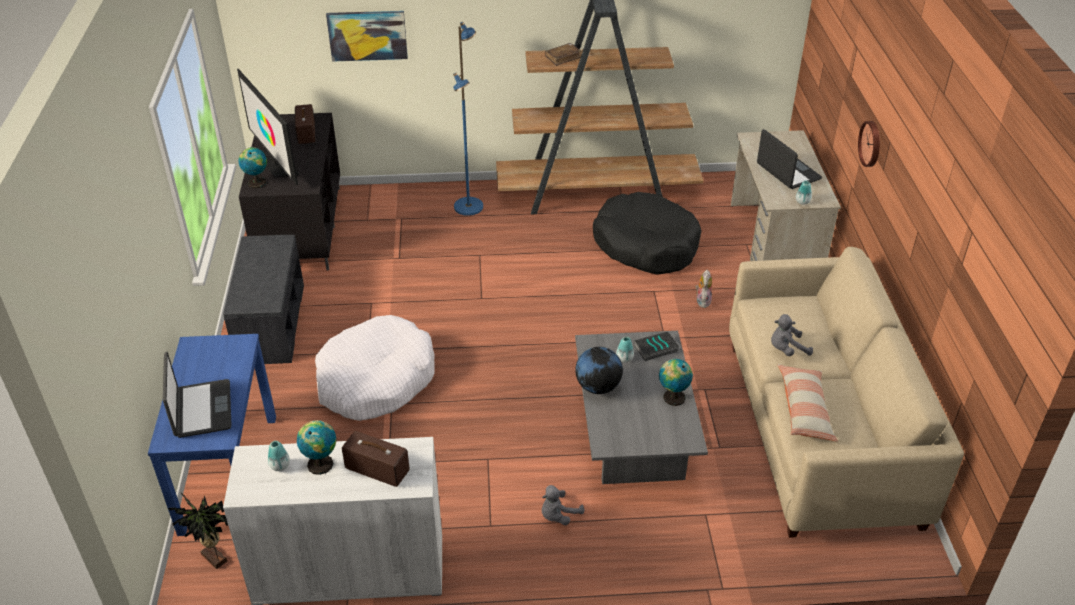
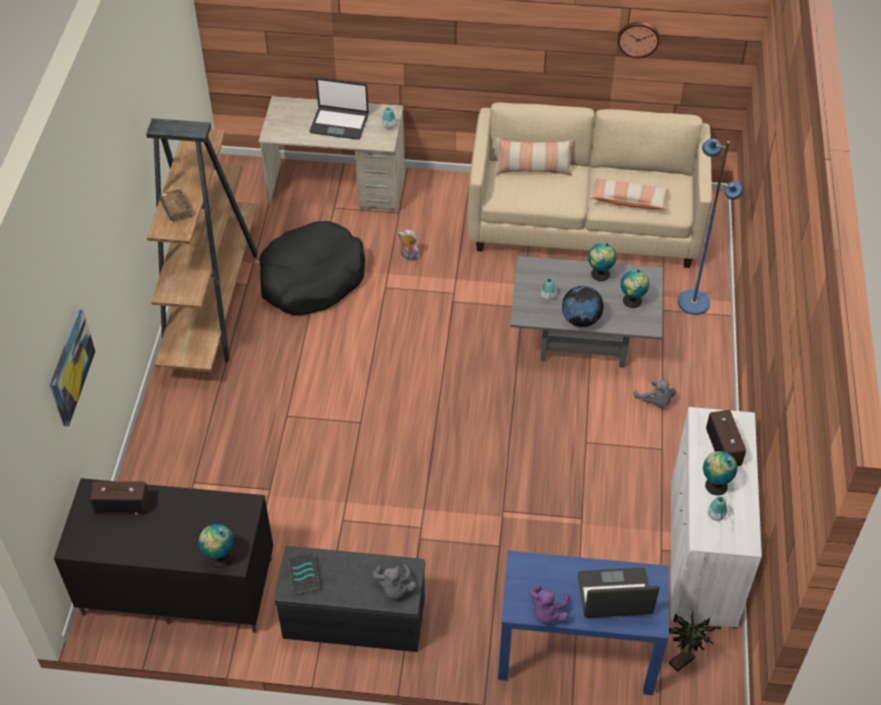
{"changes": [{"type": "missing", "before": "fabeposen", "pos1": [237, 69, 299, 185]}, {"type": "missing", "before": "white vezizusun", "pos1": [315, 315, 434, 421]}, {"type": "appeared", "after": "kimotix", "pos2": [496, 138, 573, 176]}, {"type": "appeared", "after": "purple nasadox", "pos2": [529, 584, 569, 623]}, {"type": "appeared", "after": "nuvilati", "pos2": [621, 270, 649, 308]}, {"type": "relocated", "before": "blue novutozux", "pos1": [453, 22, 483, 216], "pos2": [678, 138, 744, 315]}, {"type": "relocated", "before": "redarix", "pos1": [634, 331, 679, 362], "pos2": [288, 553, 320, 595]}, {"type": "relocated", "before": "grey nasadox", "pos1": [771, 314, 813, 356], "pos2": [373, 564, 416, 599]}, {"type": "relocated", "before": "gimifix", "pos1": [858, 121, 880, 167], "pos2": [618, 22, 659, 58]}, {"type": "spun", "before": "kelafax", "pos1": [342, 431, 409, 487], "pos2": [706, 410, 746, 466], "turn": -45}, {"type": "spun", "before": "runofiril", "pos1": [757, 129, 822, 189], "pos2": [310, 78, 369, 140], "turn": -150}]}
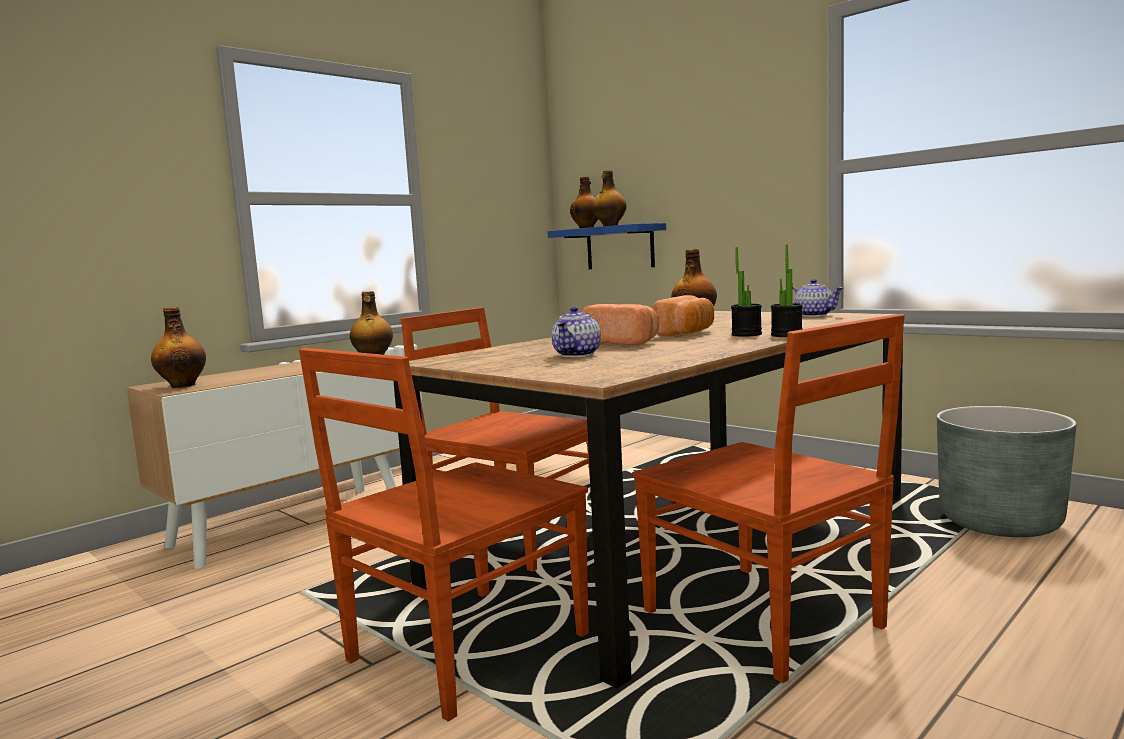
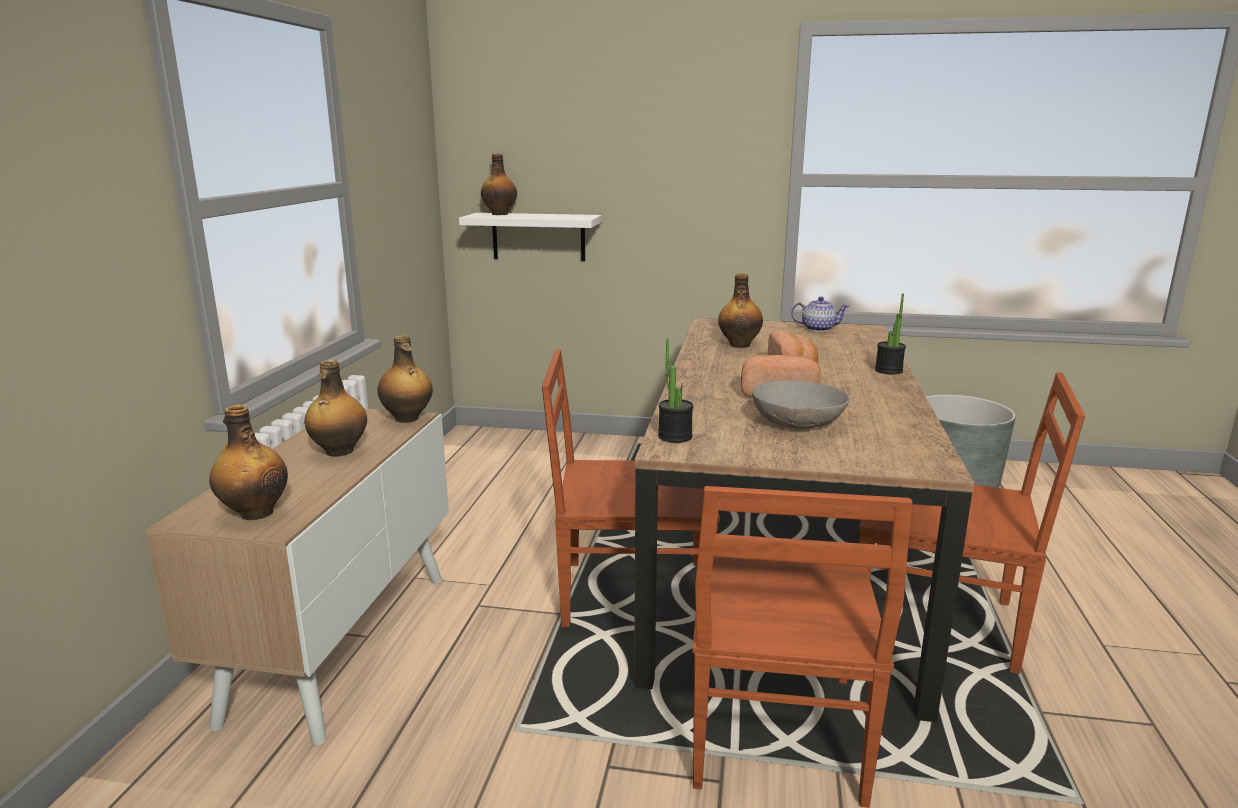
{"changes": [{"type": "relocated", "before": "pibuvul", "pos1": [593, 170, 626, 226], "pos2": [304, 360, 367, 457]}, {"type": "relocated", "before": "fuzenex", "pos1": [731, 247, 762, 337], "pos2": [658, 339, 693, 443]}, {"type": "exchanged", "before": "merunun", "after": "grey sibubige", "pos1": [552, 306, 601, 357], "pos2": [752, 381, 850, 429]}, {"type": "colour", "before": "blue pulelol", "after": "white pulelol", "pos1": [547, 223, 666, 269], "pos2": [459, 213, 602, 261]}]}
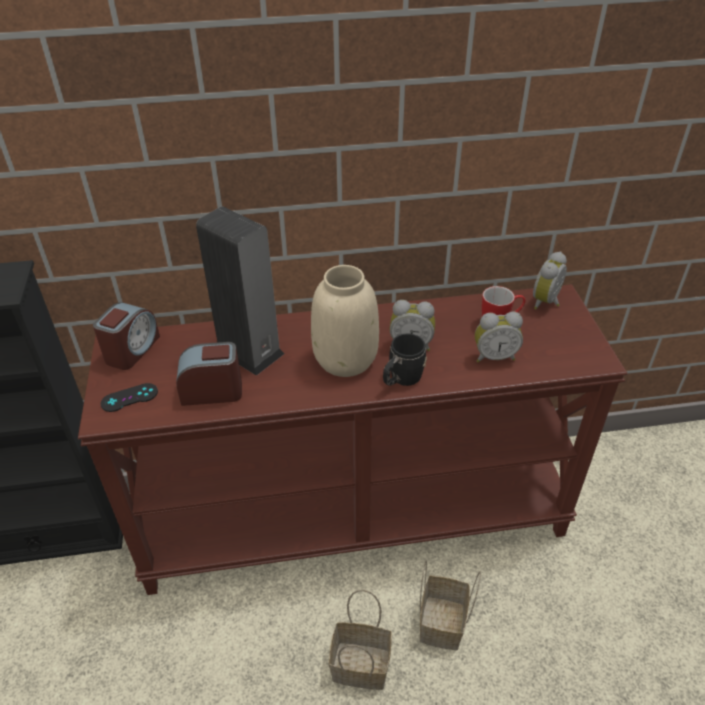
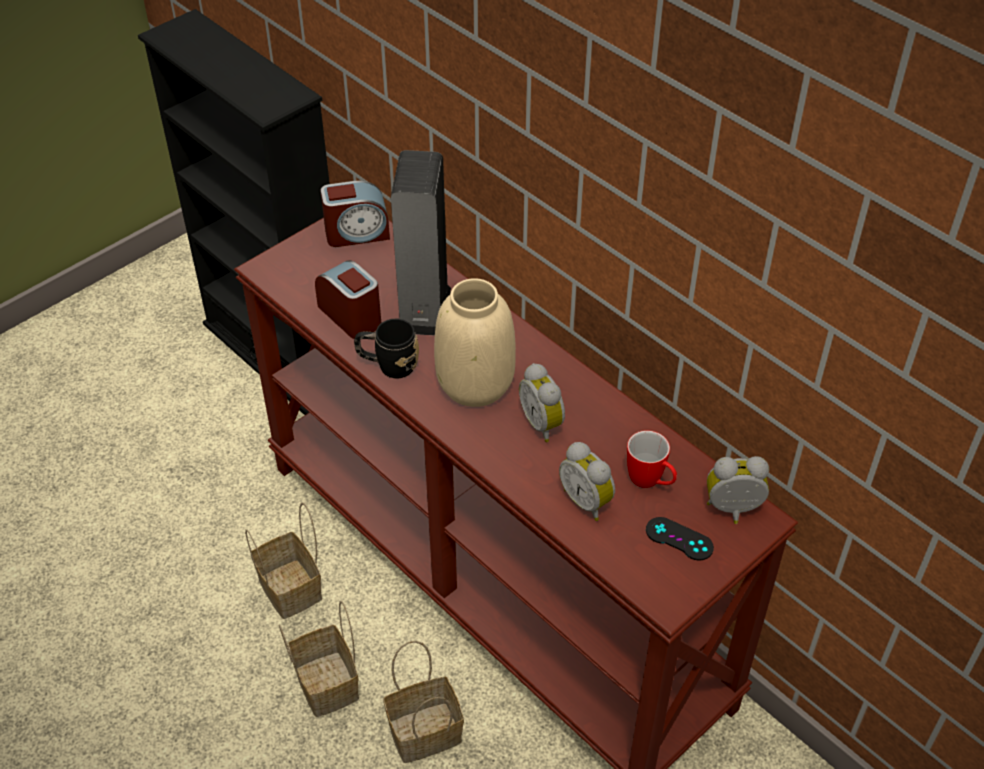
{"changes": [{"type": "appeared", "after": "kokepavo", "pos2": [245, 503, 322, 619]}, {"type": "relocated", "before": "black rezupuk", "pos1": [101, 383, 158, 412], "pos2": [646, 517, 714, 561]}, {"type": "relocated", "before": "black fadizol", "pos1": [383, 333, 427, 386], "pos2": [354, 318, 419, 379]}]}
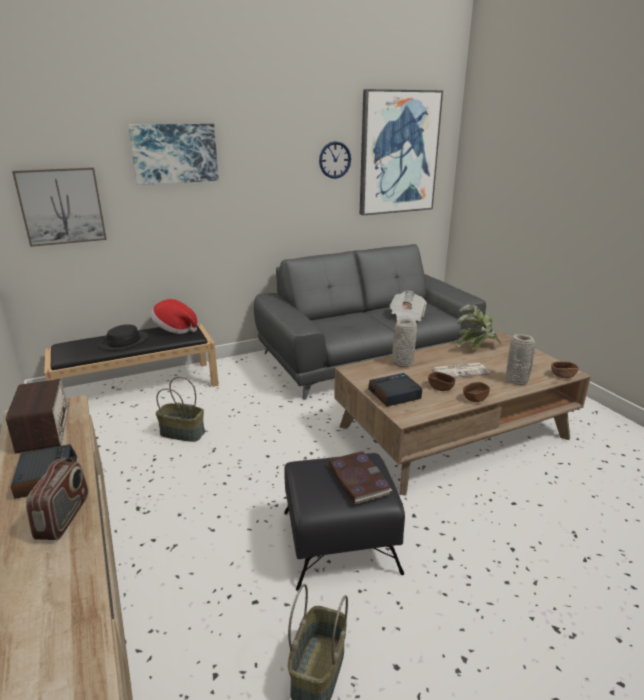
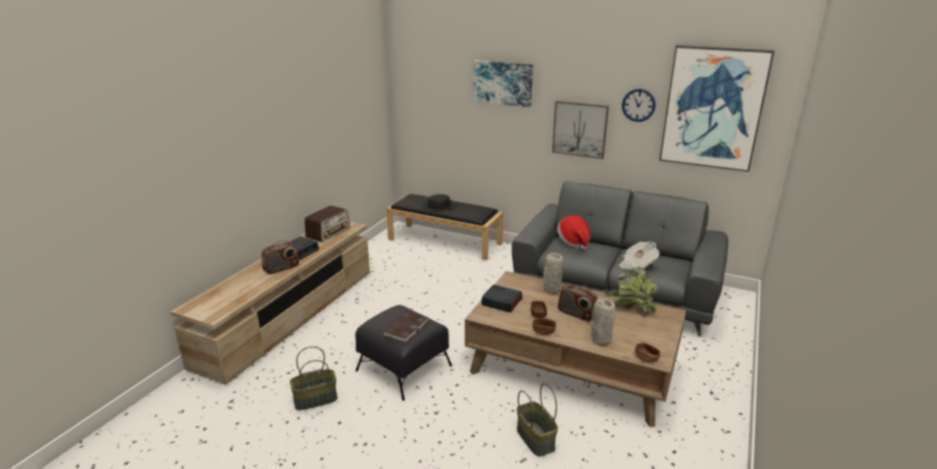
{"changes": [{"type": "relocated", "before": "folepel", "pos1": [12, 167, 107, 247], "pos2": [552, 101, 609, 159]}, {"type": "relocated", "before": "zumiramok", "pos1": [151, 299, 197, 334], "pos2": [557, 216, 590, 250]}, {"type": "relocated", "before": "kokepavo", "pos1": [156, 377, 205, 442], "pos2": [517, 383, 558, 456]}, {"type": "exchanged", "before": "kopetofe", "after": "kelafax", "pos1": [432, 363, 490, 378], "pos2": [558, 284, 598, 322]}]}
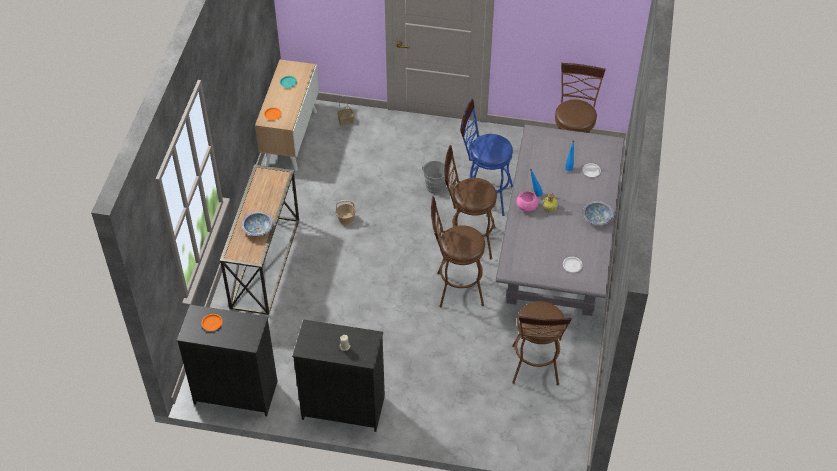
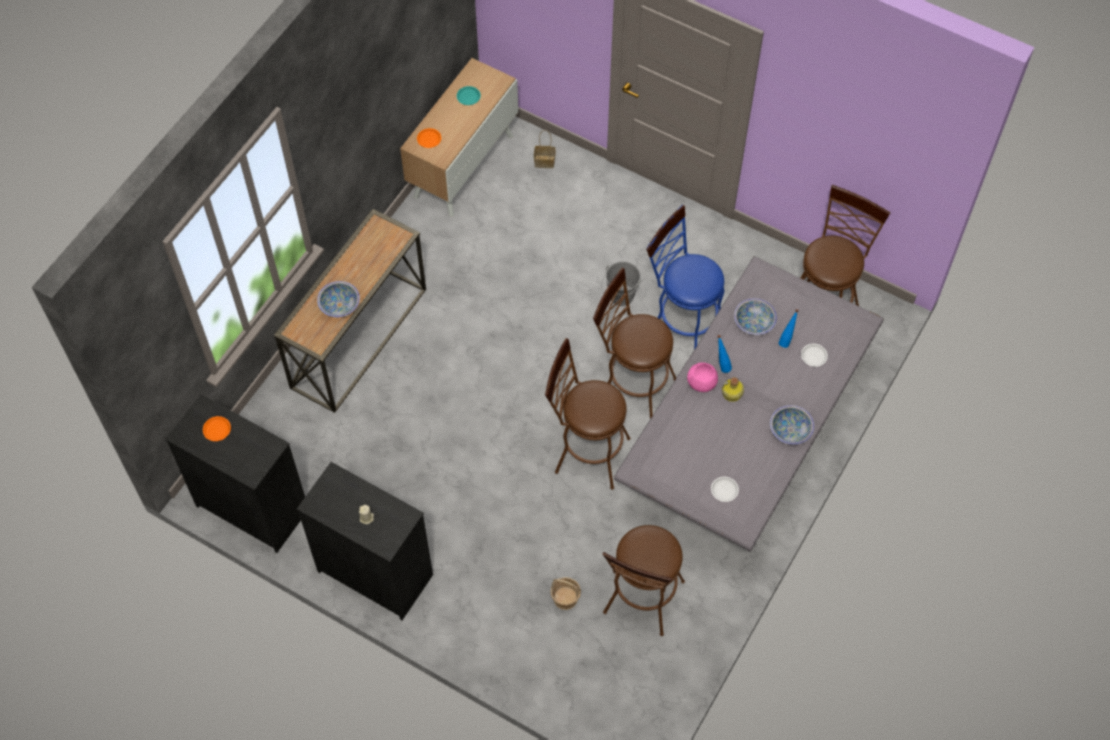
{"changes": [{"type": "appeared", "after": "sibubige", "pos2": [734, 298, 777, 335]}, {"type": "relocated", "before": "kokepavo", "pos1": [336, 200, 356, 226], "pos2": [550, 577, 581, 610]}]}
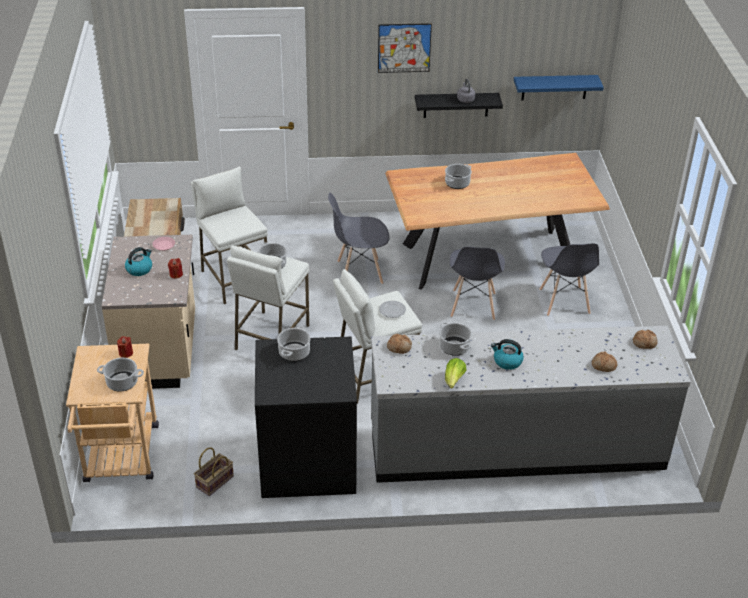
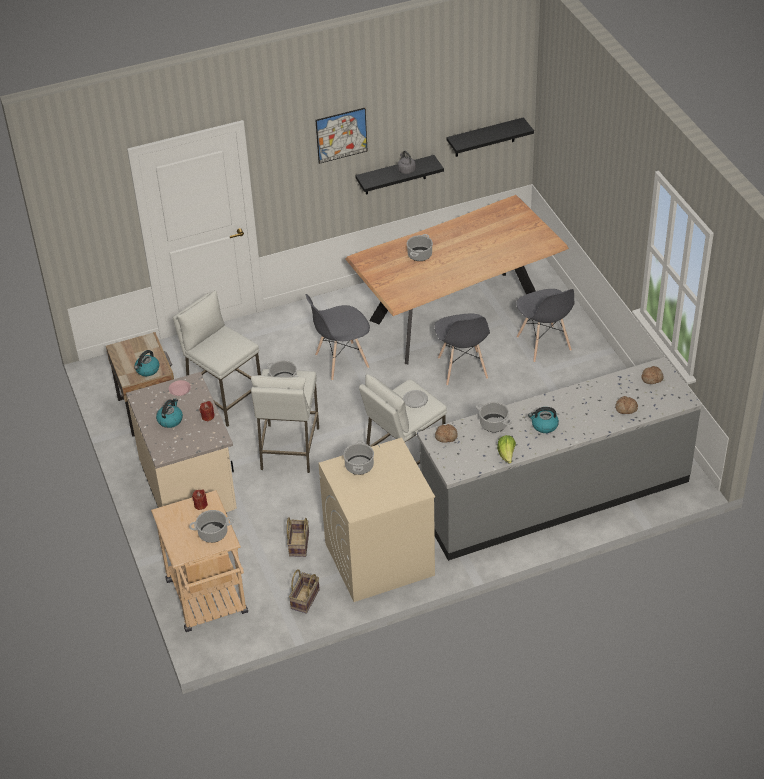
{"changes": [{"type": "appeared", "after": "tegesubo", "pos2": [134, 350, 159, 376]}, {"type": "appeared", "after": "kokepavo", "pos2": [287, 517, 309, 557]}, {"type": "colour", "before": "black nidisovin", "after": "beige nidisovin", "pos1": [255, 336, 357, 498], "pos2": [318, 437, 435, 602]}, {"type": "colour", "before": "blue pulelol", "after": "black pulelol", "pos1": [514, 75, 604, 101], "pos2": [447, 117, 534, 157]}]}
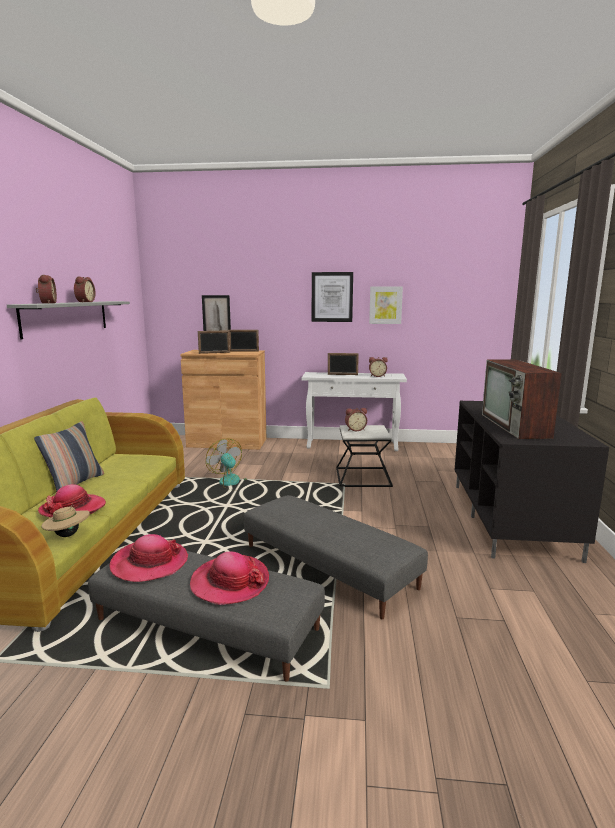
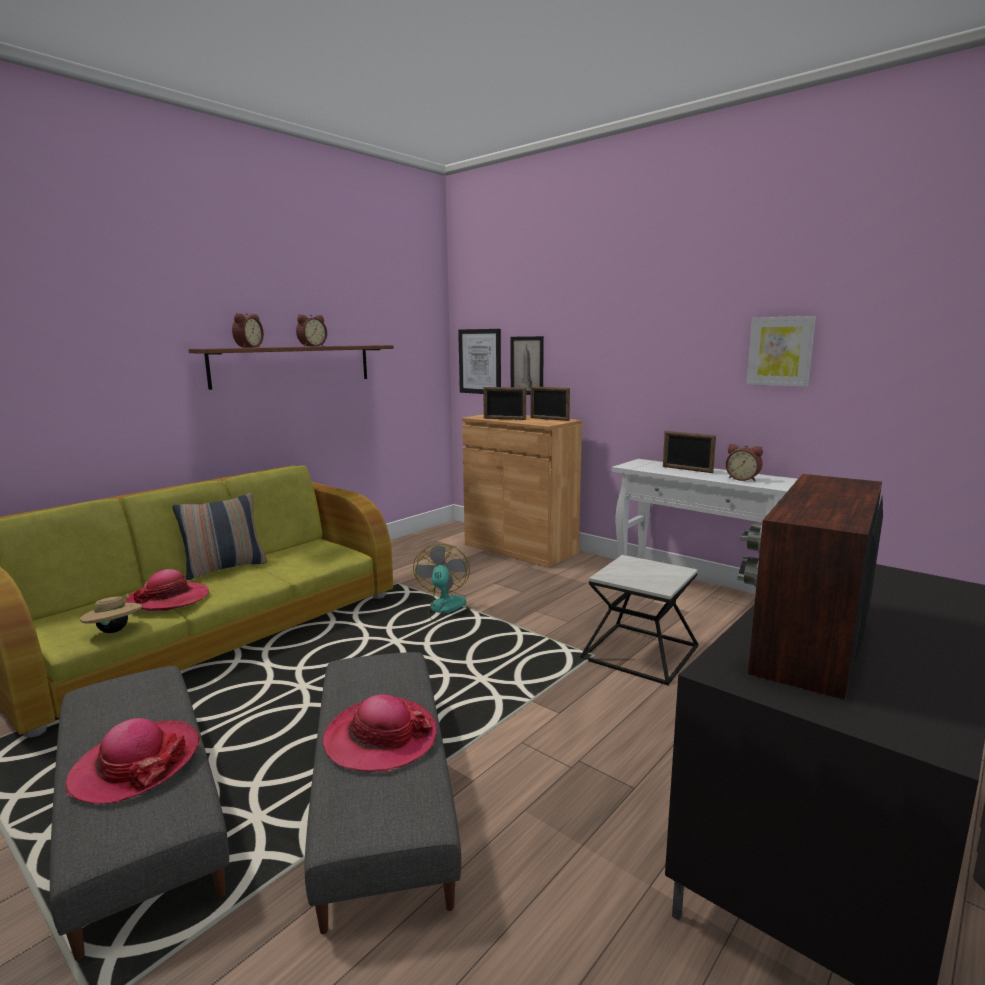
{"changes": [{"type": "missing", "before": "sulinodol", "pos1": [345, 408, 367, 431]}, {"type": "relocated", "before": "zumiramok", "pos1": [110, 534, 188, 582], "pos2": [322, 694, 437, 773]}, {"type": "relocated", "before": "folepel", "pos1": [312, 272, 353, 322], "pos2": [458, 329, 501, 394]}, {"type": "colour", "before": "grey pulelol", "after": "brown pulelol", "pos1": [7, 301, 130, 339], "pos2": [189, 345, 394, 390]}]}
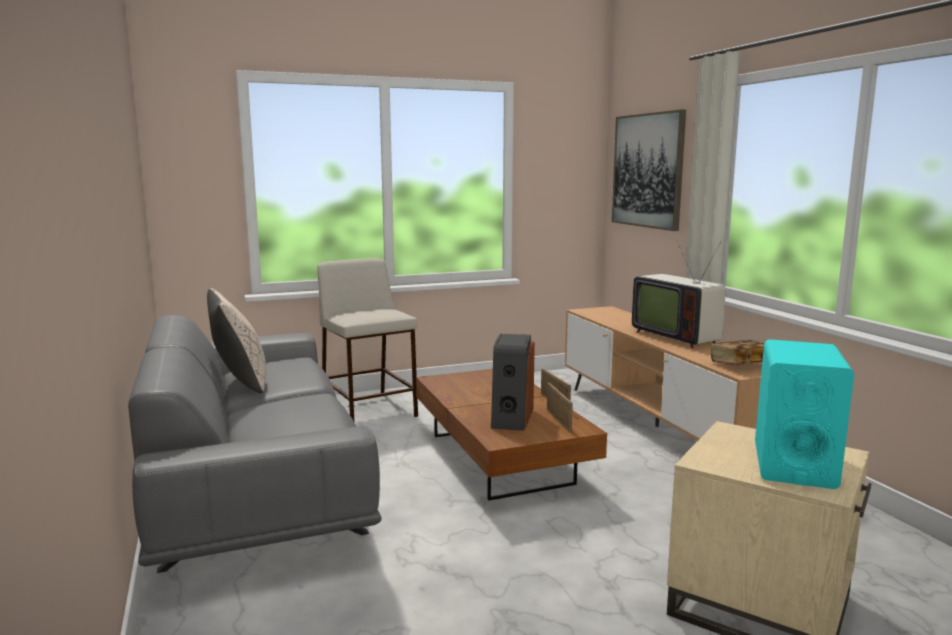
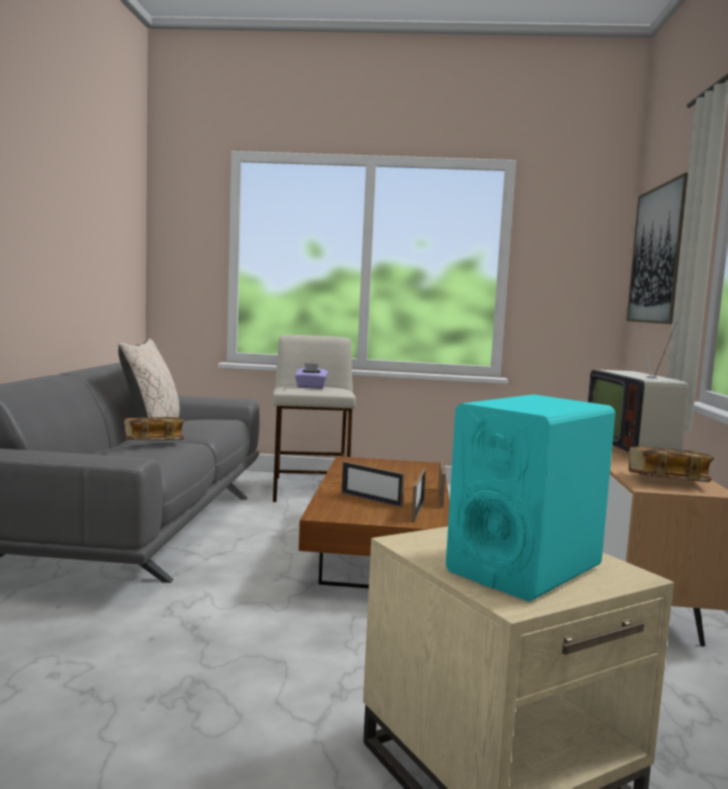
{"changes": [{"type": "appeared", "after": "redarix", "pos2": [124, 417, 184, 440]}, {"type": "appeared", "after": "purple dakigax", "pos2": [295, 363, 328, 389]}, {"type": "exchanged", "before": "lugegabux", "after": "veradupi", "pos1": [491, 334, 535, 431], "pos2": [341, 461, 405, 508]}]}
